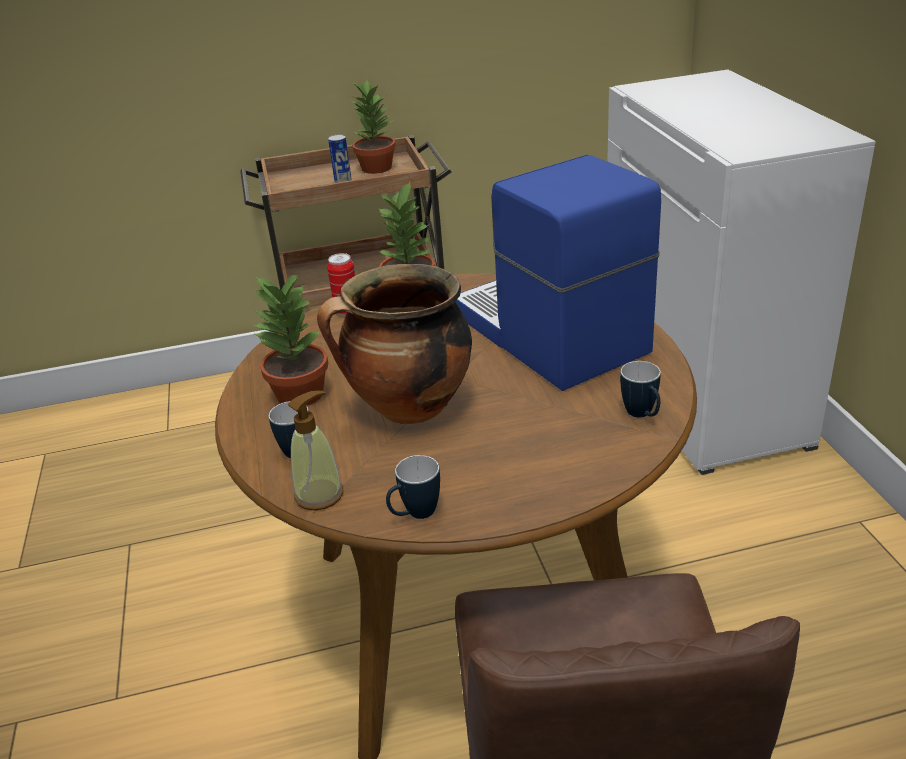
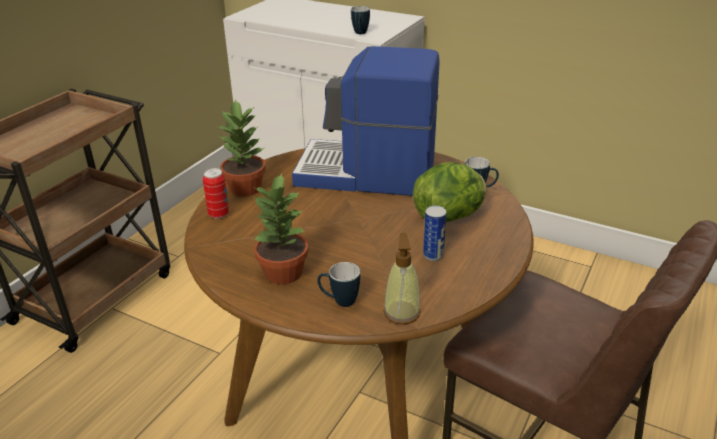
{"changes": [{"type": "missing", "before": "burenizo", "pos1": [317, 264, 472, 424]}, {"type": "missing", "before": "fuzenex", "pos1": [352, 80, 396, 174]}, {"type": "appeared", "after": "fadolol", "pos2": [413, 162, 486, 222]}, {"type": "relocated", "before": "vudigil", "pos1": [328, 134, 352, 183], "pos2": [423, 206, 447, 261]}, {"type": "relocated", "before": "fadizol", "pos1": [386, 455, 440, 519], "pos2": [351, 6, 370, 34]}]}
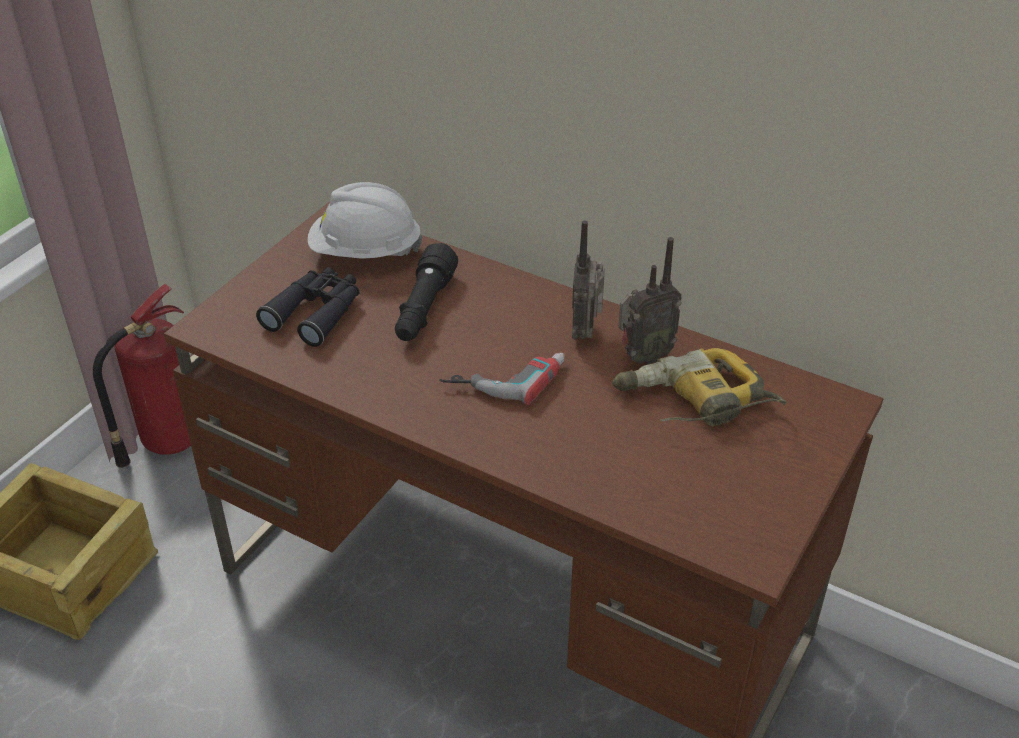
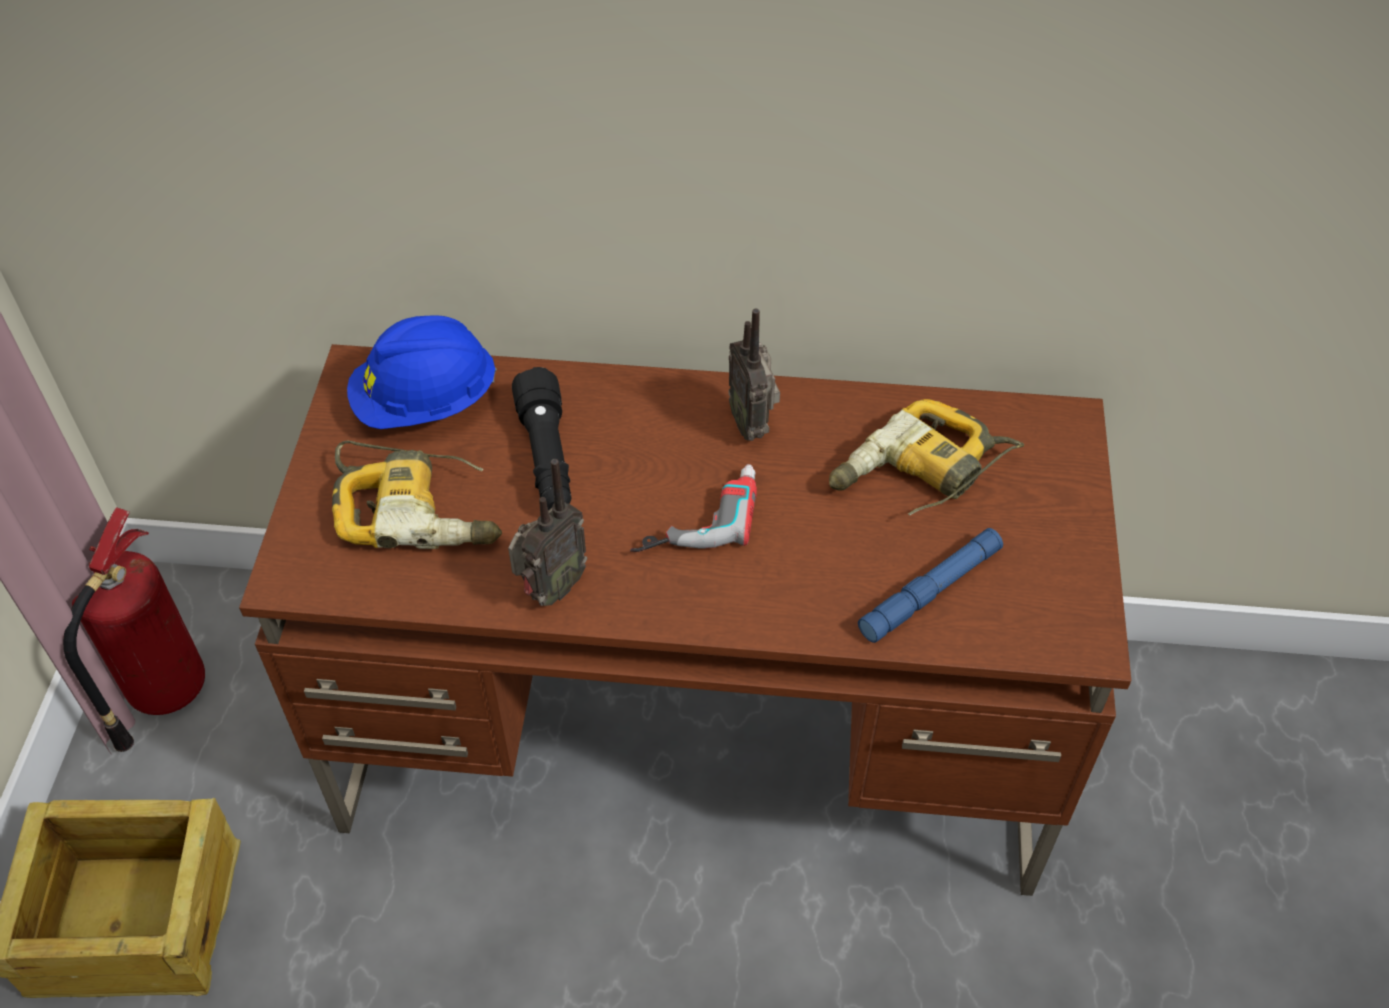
{"changes": [{"type": "appeared", "after": "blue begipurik", "pos2": [858, 528, 1003, 643]}, {"type": "relocated", "before": "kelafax", "pos1": [618, 237, 682, 365], "pos2": [508, 459, 587, 606]}, {"type": "exchanged", "before": "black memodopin", "after": "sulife", "pos1": [256, 267, 359, 347], "pos2": [332, 441, 502, 549]}, {"type": "colour", "before": "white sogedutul", "after": "blue sogedutul", "pos1": [307, 182, 422, 259], "pos2": [347, 315, 497, 429]}]}
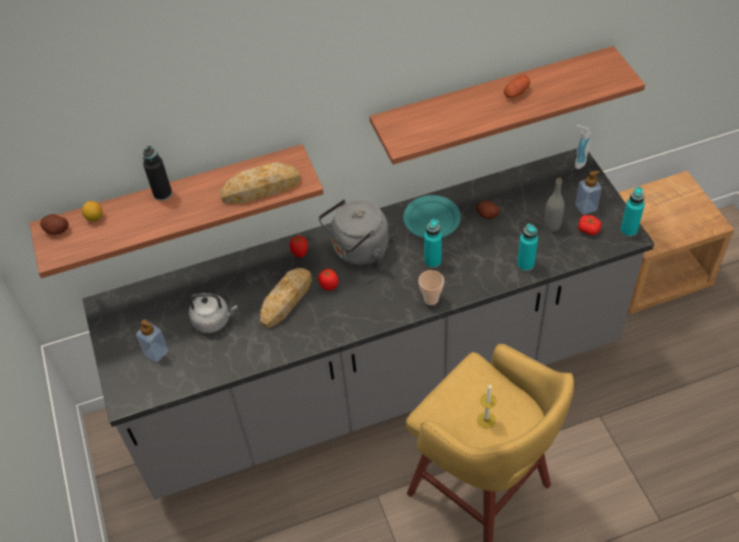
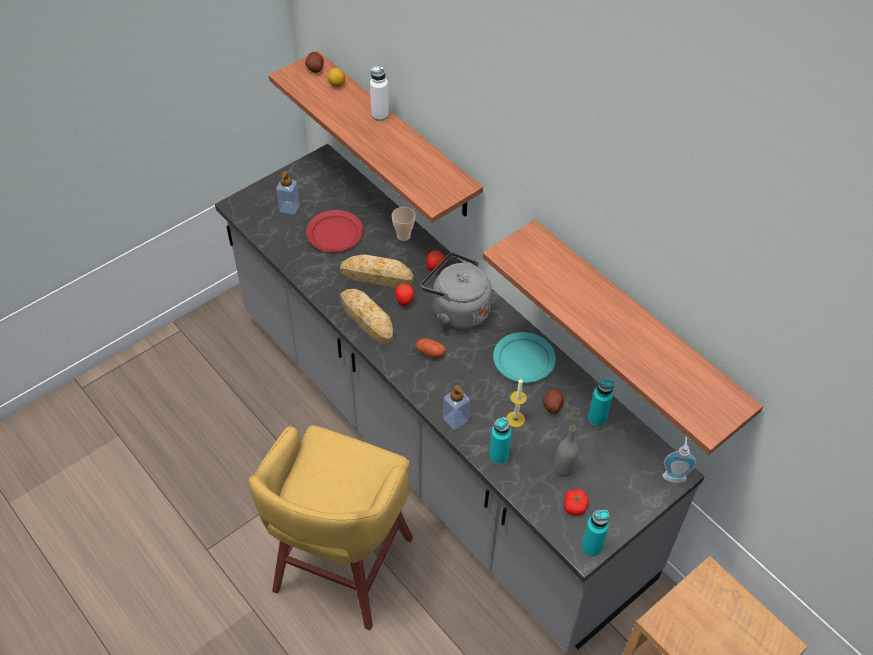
{"changes": [{"type": "relocated", "before": "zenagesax", "pos1": [220, 162, 301, 204], "pos2": [340, 289, 393, 344]}, {"type": "relocated", "before": "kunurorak", "pos1": [419, 270, 444, 305], "pos2": [392, 207, 415, 241]}, {"type": "relocated", "before": "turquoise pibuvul", "pos1": [424, 219, 442, 268], "pos2": [588, 379, 614, 427]}, {"type": "relocated", "before": "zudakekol", "pos1": [477, 384, 496, 428], "pos2": [506, 379, 527, 427]}, {"type": "relocated", "before": "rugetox", "pos1": [504, 75, 530, 98], "pos2": [415, 338, 446, 358]}, {"type": "relocated", "before": "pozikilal", "pos1": [575, 171, 602, 215], "pos2": [443, 385, 470, 430]}, {"type": "exchanged", "before": "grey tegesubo", "after": "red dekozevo", "pos1": [189, 293, 238, 333], "pos2": [306, 210, 363, 252]}, {"type": "colour", "before": "black pibuvul", "after": "white pibuvul", "pos1": [142, 146, 172, 201], "pos2": [370, 66, 389, 121]}]}
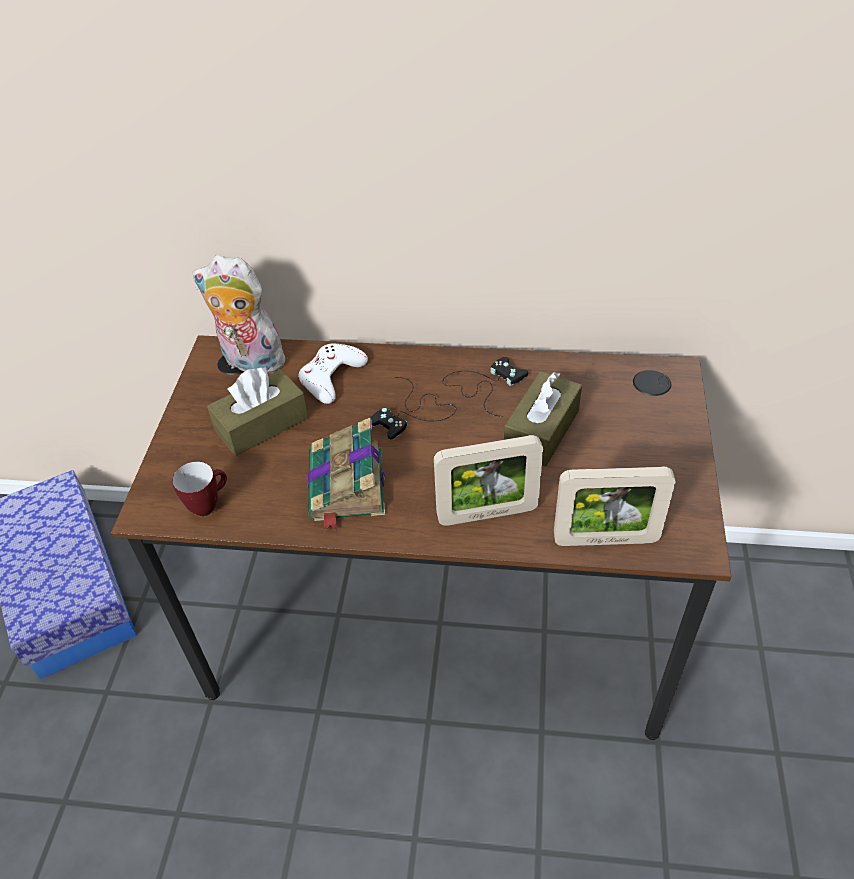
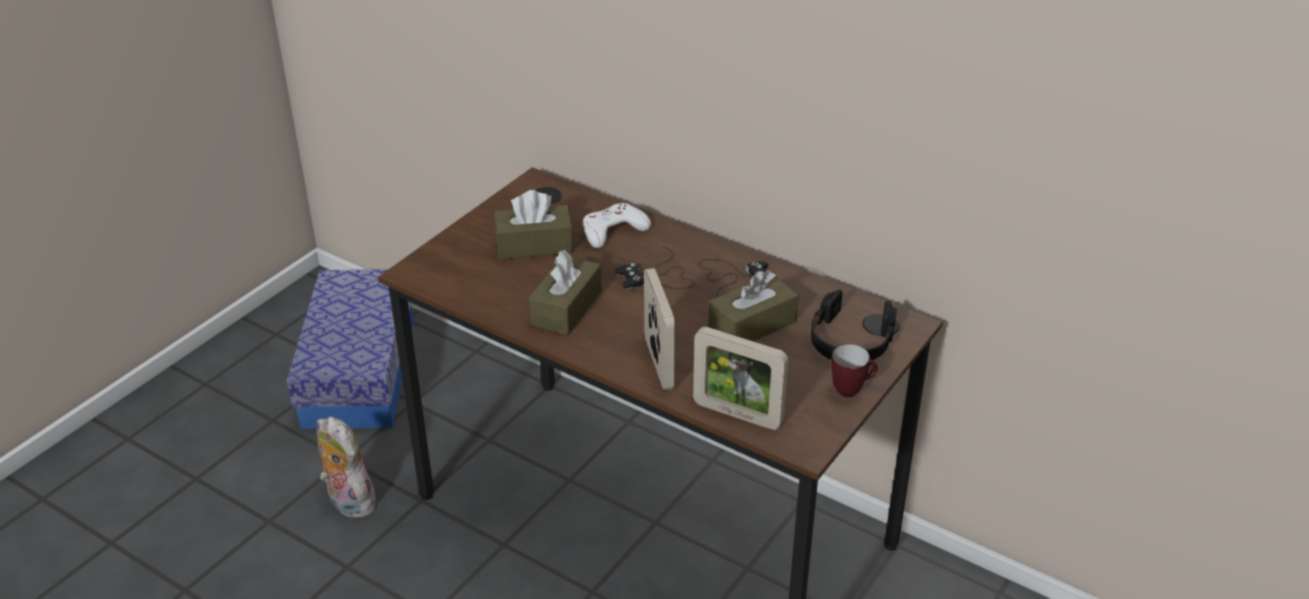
{"changes": [{"type": "appeared", "after": "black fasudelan", "pos2": [811, 289, 897, 360]}, {"type": "relocated", "before": "fadizol", "pos1": [172, 461, 227, 516], "pos2": [831, 344, 878, 397]}, {"type": "relocated", "before": "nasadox", "pos1": [192, 255, 290, 374], "pos2": [317, 417, 376, 519]}, {"type": "exchanged", "before": "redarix", "after": "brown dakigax", "pos1": [308, 418, 385, 532], "pos2": [529, 250, 602, 335]}, {"type": "spun", "before": "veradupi", "pos1": [434, 435, 543, 526], "pos2": [644, 268, 675, 390], "turn": -120}]}
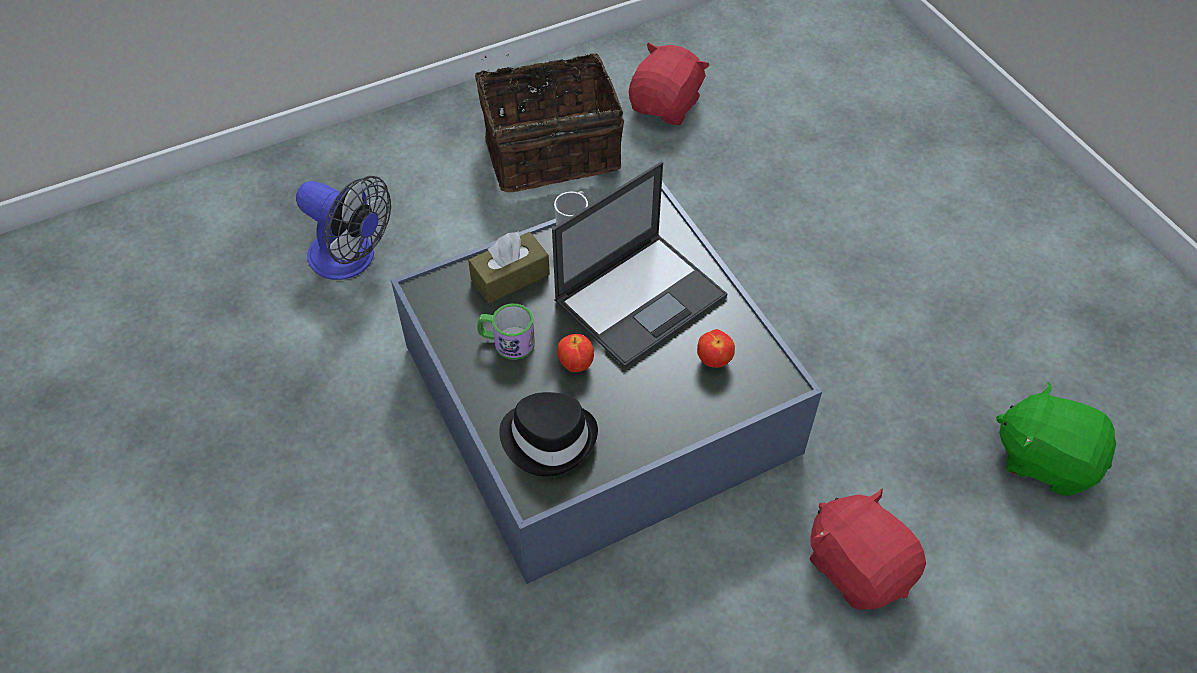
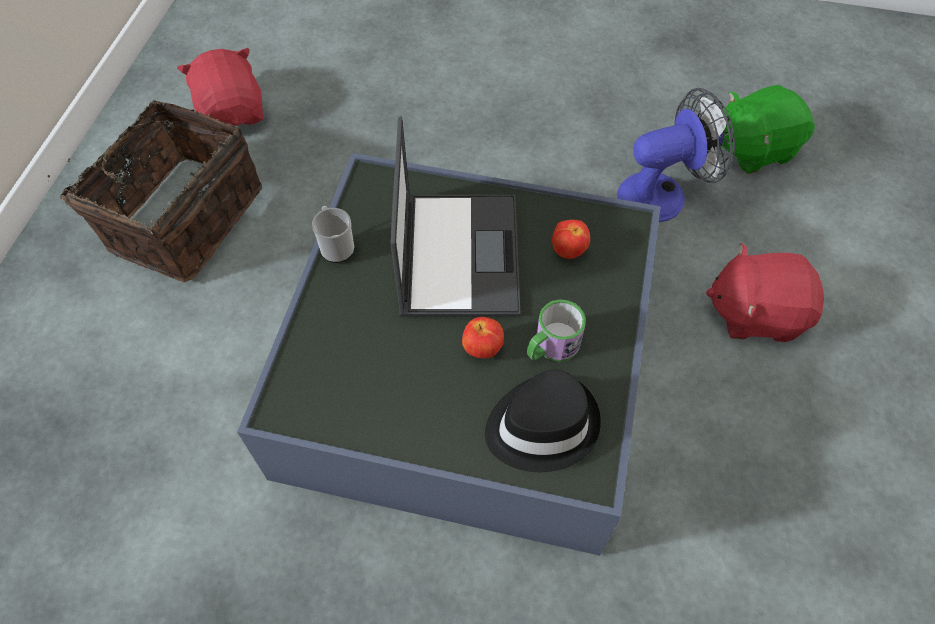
{"changes": [{"type": "missing", "before": "brown dakigax", "pos1": [468, 231, 550, 303]}, {"type": "relocated", "before": "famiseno", "pos1": [296, 176, 391, 280], "pos2": [617, 88, 735, 222]}, {"type": "relocated", "before": "fadizol", "pos1": [477, 304, 535, 360], "pos2": [527, 300, 586, 361]}]}
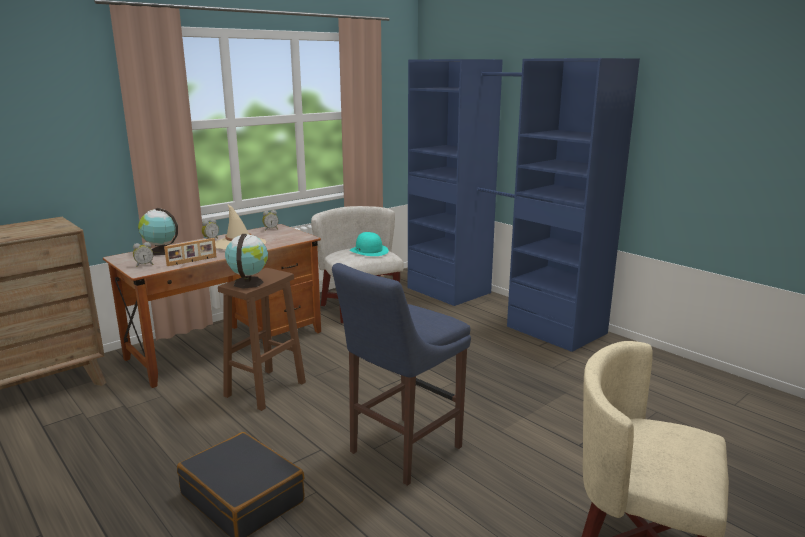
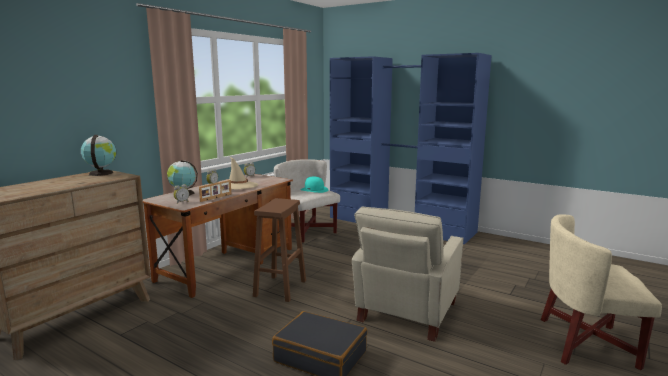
{"changes": [{"type": "relocated", "before": "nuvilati", "pos1": [225, 234, 268, 289], "pos2": [81, 135, 116, 176]}, {"type": "exchanged", "before": "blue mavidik", "after": "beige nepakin", "pos1": [332, 263, 471, 486], "pos2": [352, 207, 464, 342]}]}
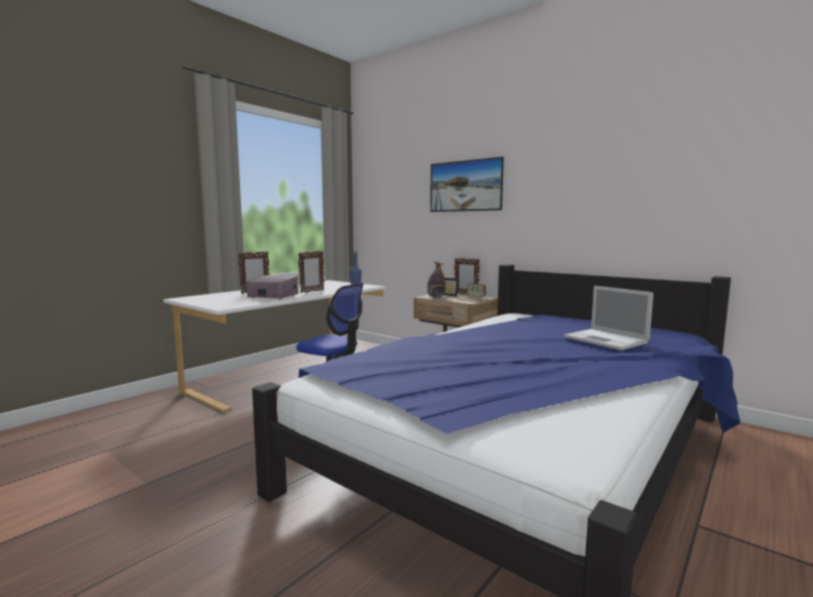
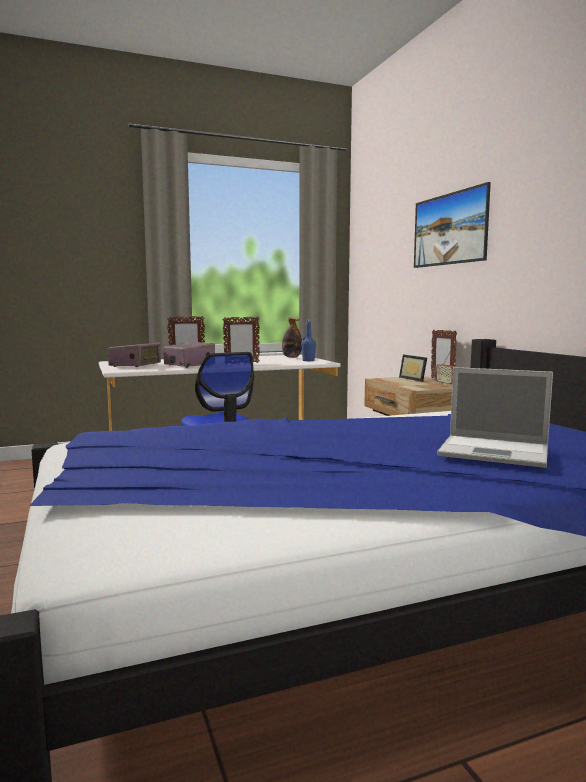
{"changes": [{"type": "appeared", "after": "kelafax", "pos2": [108, 343, 161, 367]}, {"type": "relocated", "before": "pibuvul", "pos1": [427, 262, 446, 298], "pos2": [282, 318, 302, 358]}, {"type": "spun", "before": "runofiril", "pos1": [564, 286, 654, 350], "pos2": [437, 367, 553, 468], "turn": -60}]}
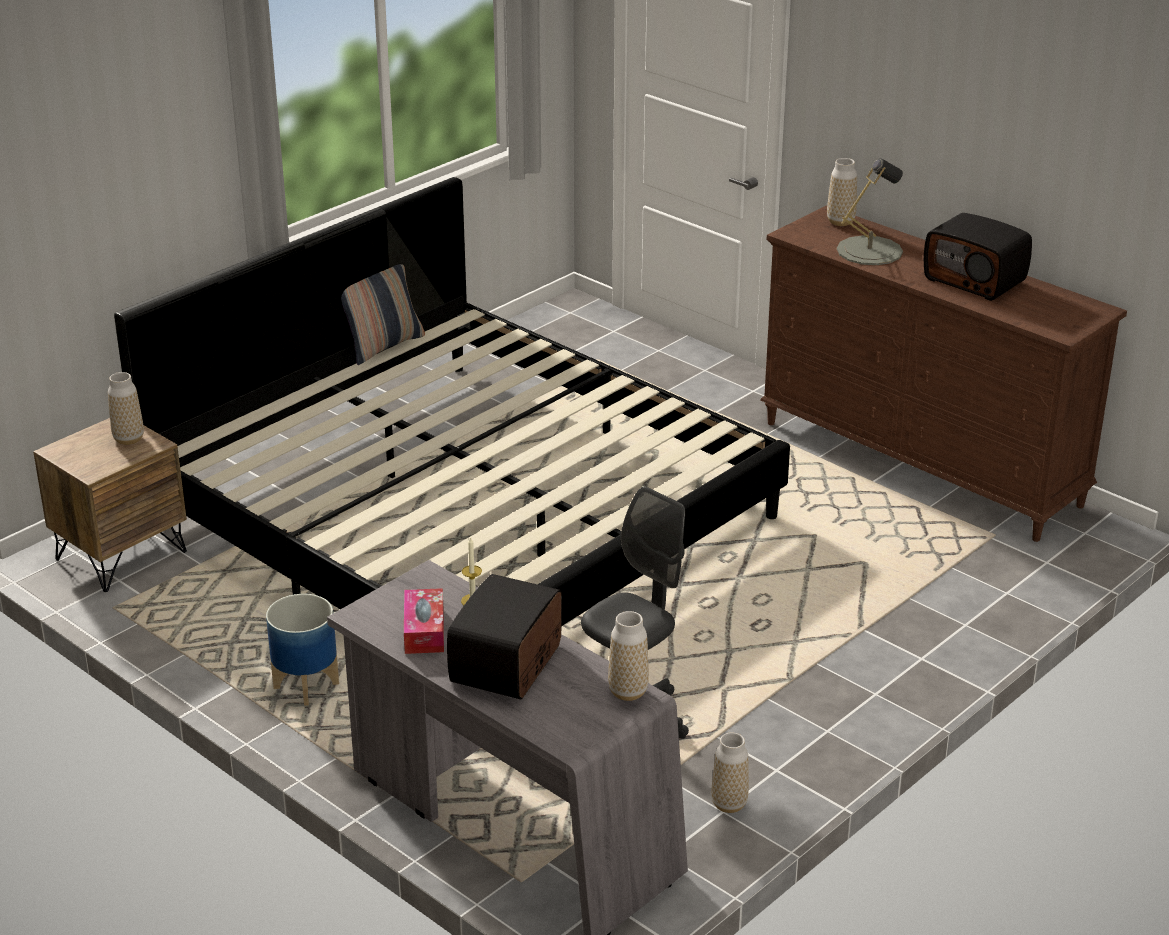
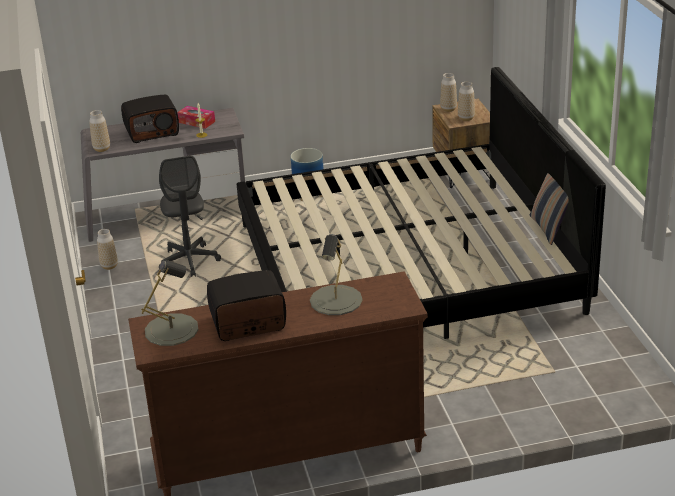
{"changes": [{"type": "appeared", "after": "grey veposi", "pos2": [141, 260, 198, 346]}, {"type": "relocated", "before": "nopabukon", "pos1": [827, 158, 857, 226], "pos2": [440, 73, 457, 112]}, {"type": "spun", "before": "kelafax", "pos1": [447, 574, 562, 699], "pos2": [121, 95, 179, 143], "turn": 105}]}
